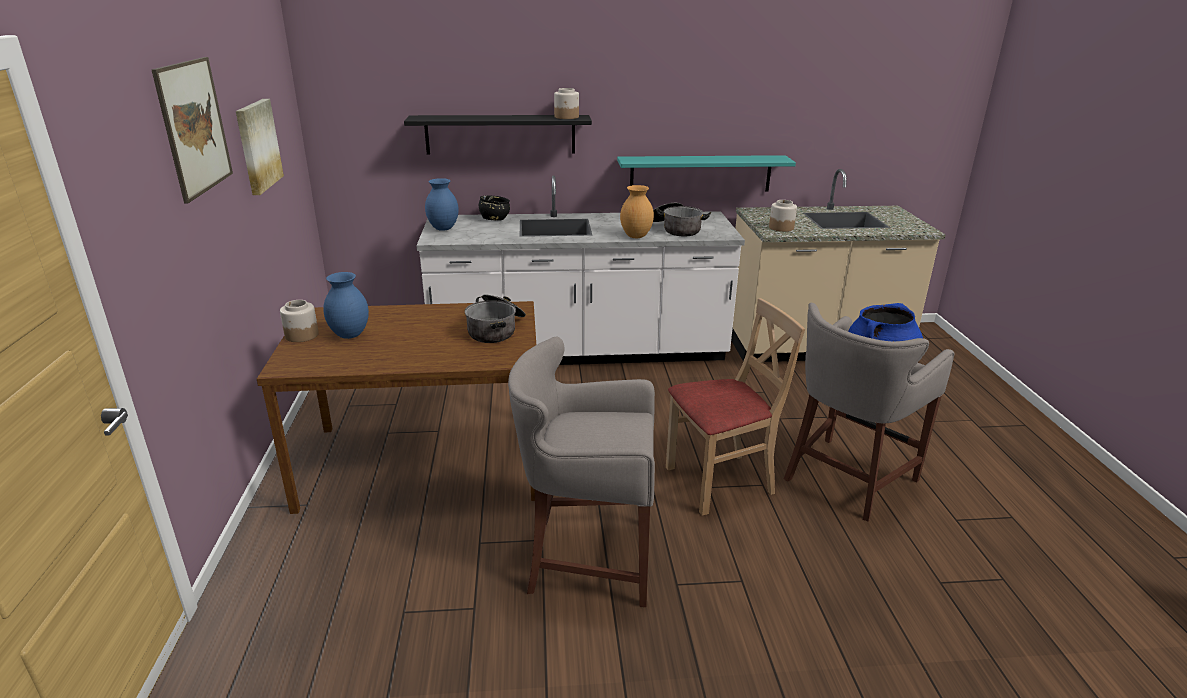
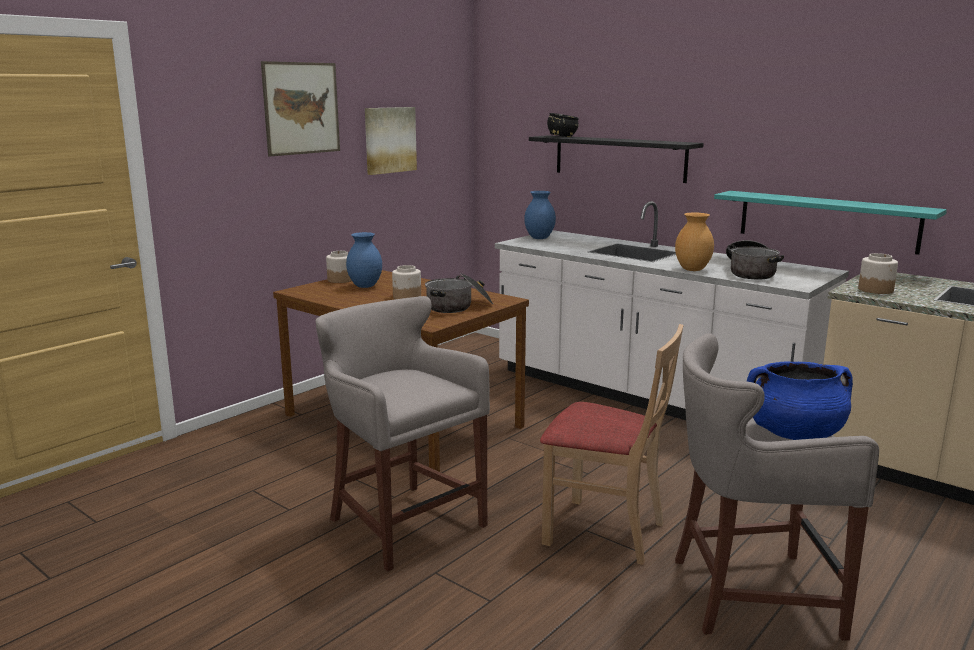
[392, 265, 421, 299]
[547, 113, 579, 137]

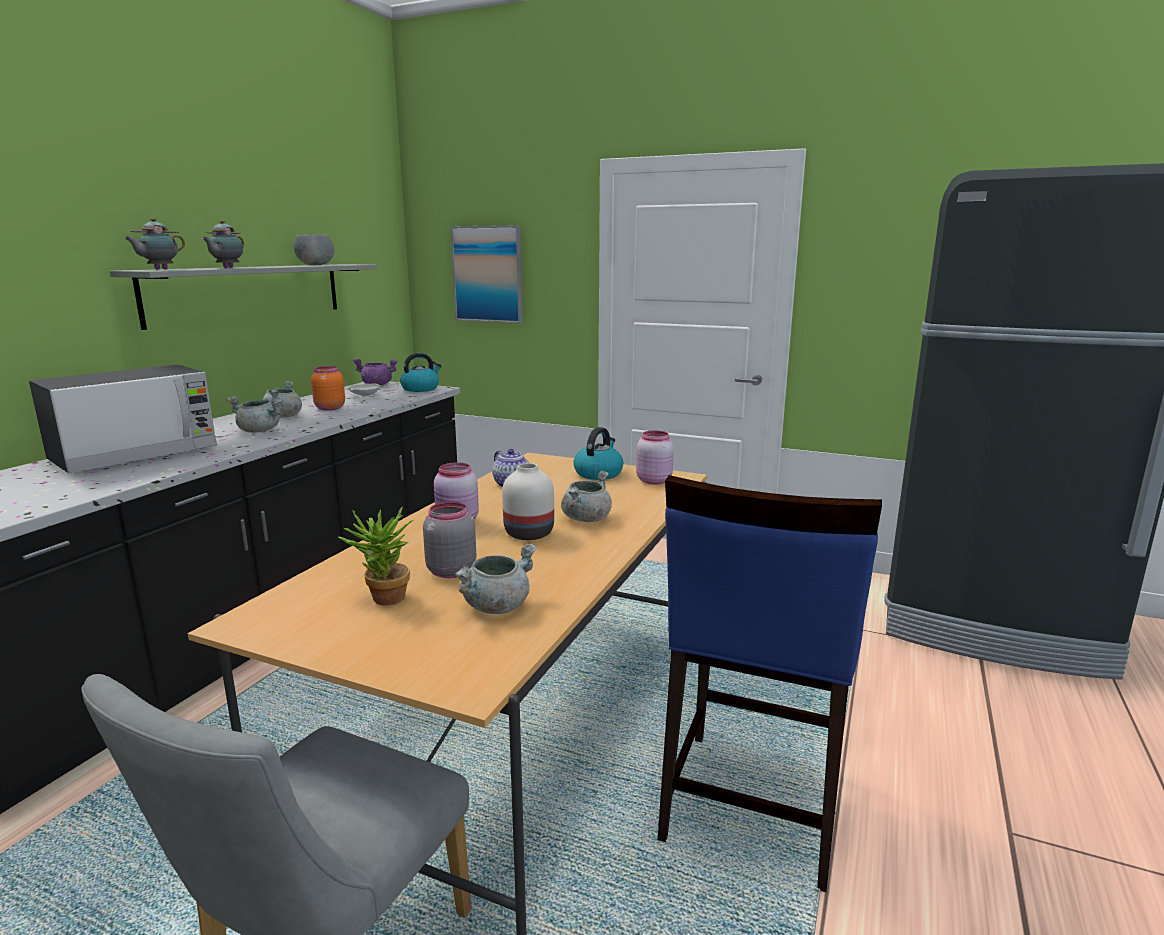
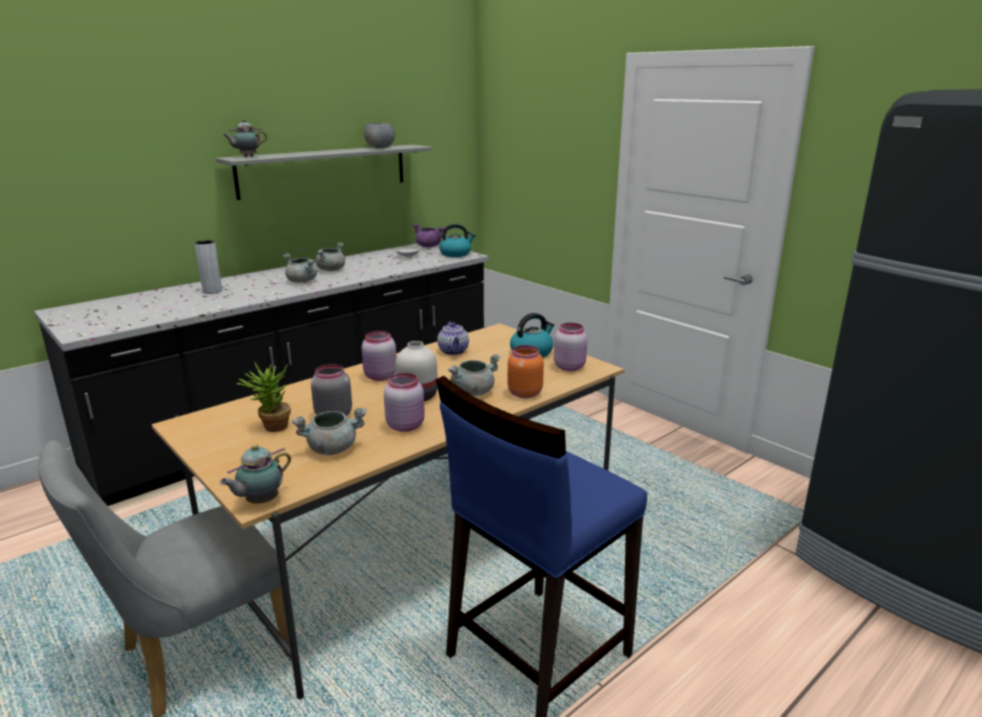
[220, 444, 291, 504]
[451, 225, 523, 323] (first image)
[195, 240, 222, 294]
[508, 345, 544, 398]
[384, 373, 425, 432]

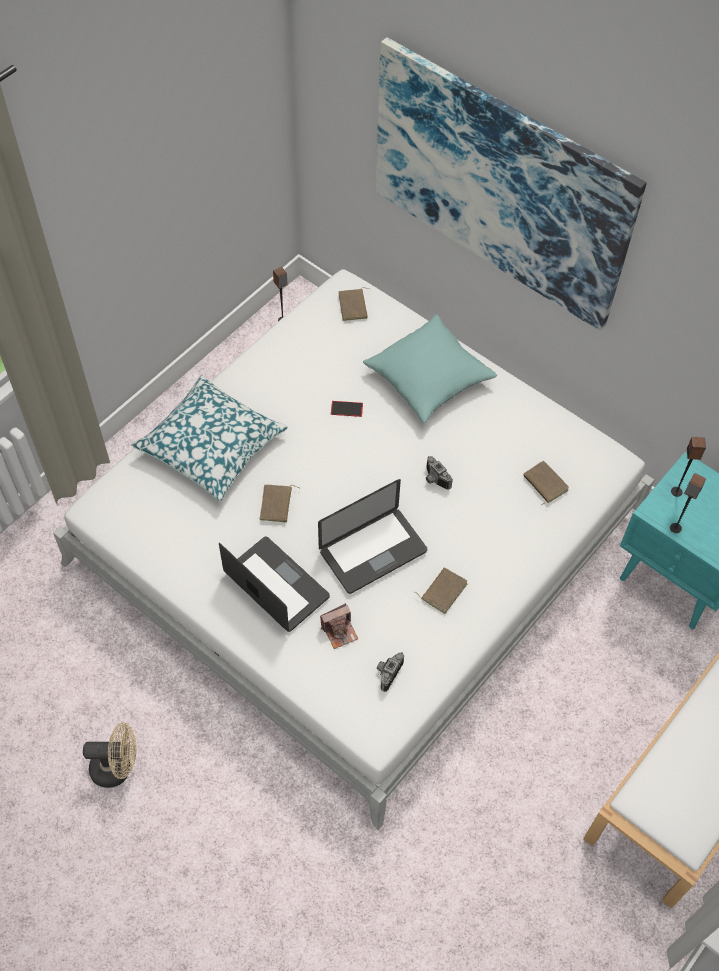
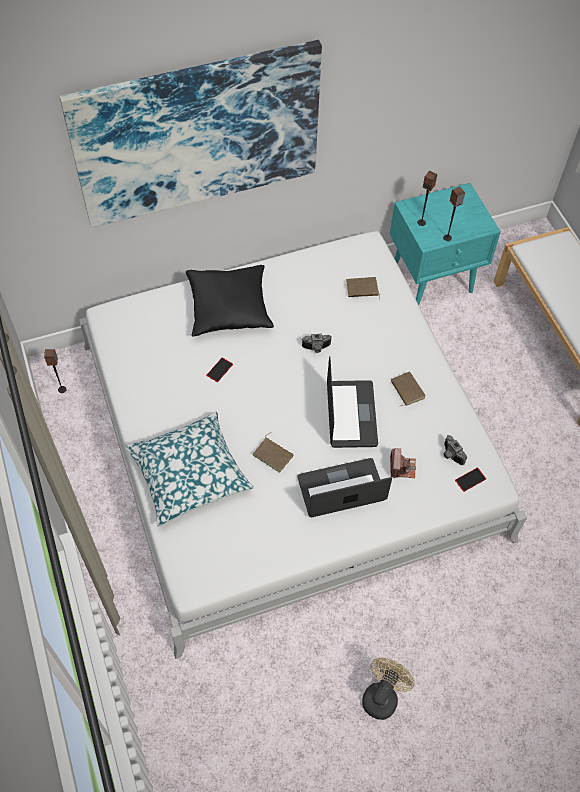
[338, 287, 370, 321] (first image)
[186, 265, 274, 337]
[455, 468, 486, 492]

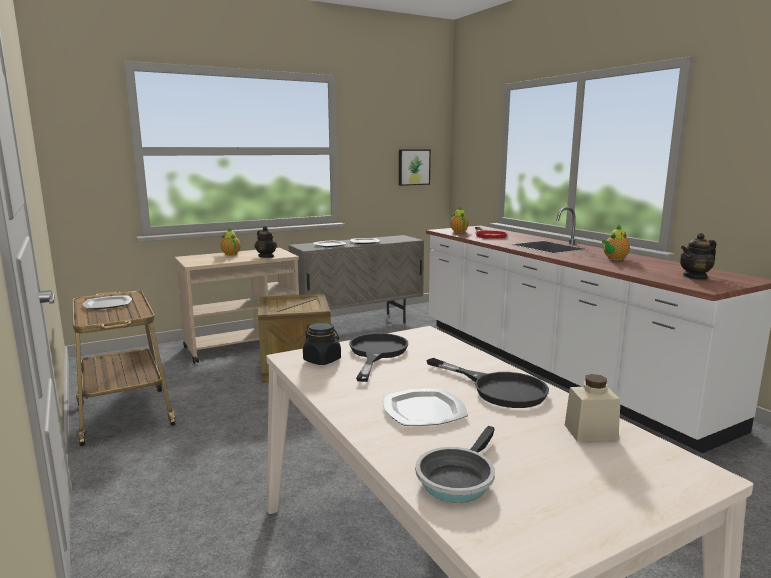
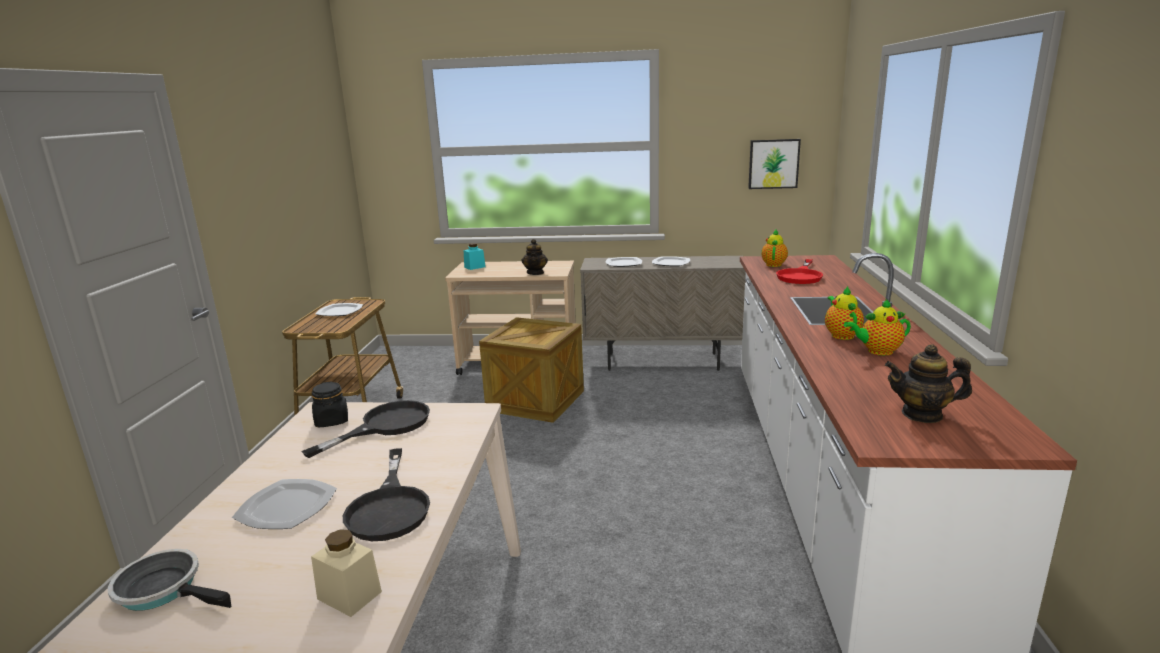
[825, 286, 864, 340]
[108, 549, 231, 611]
[464, 243, 486, 270]

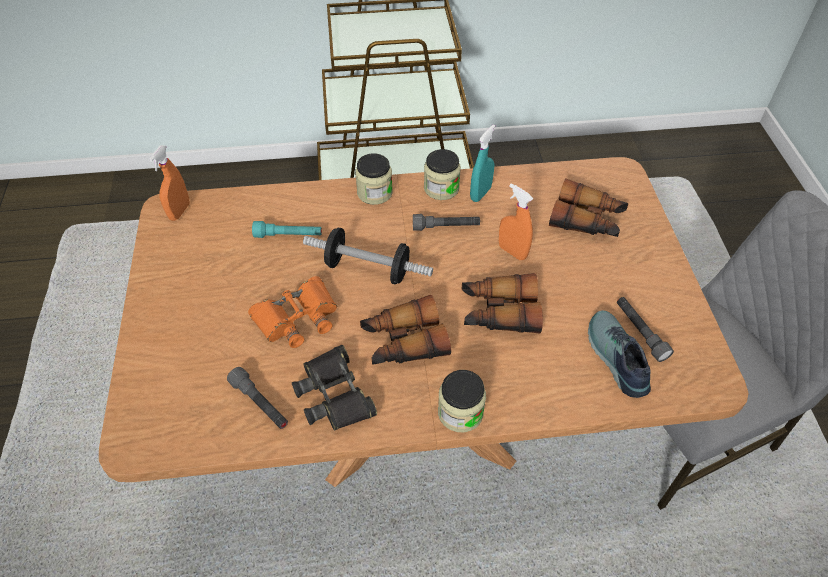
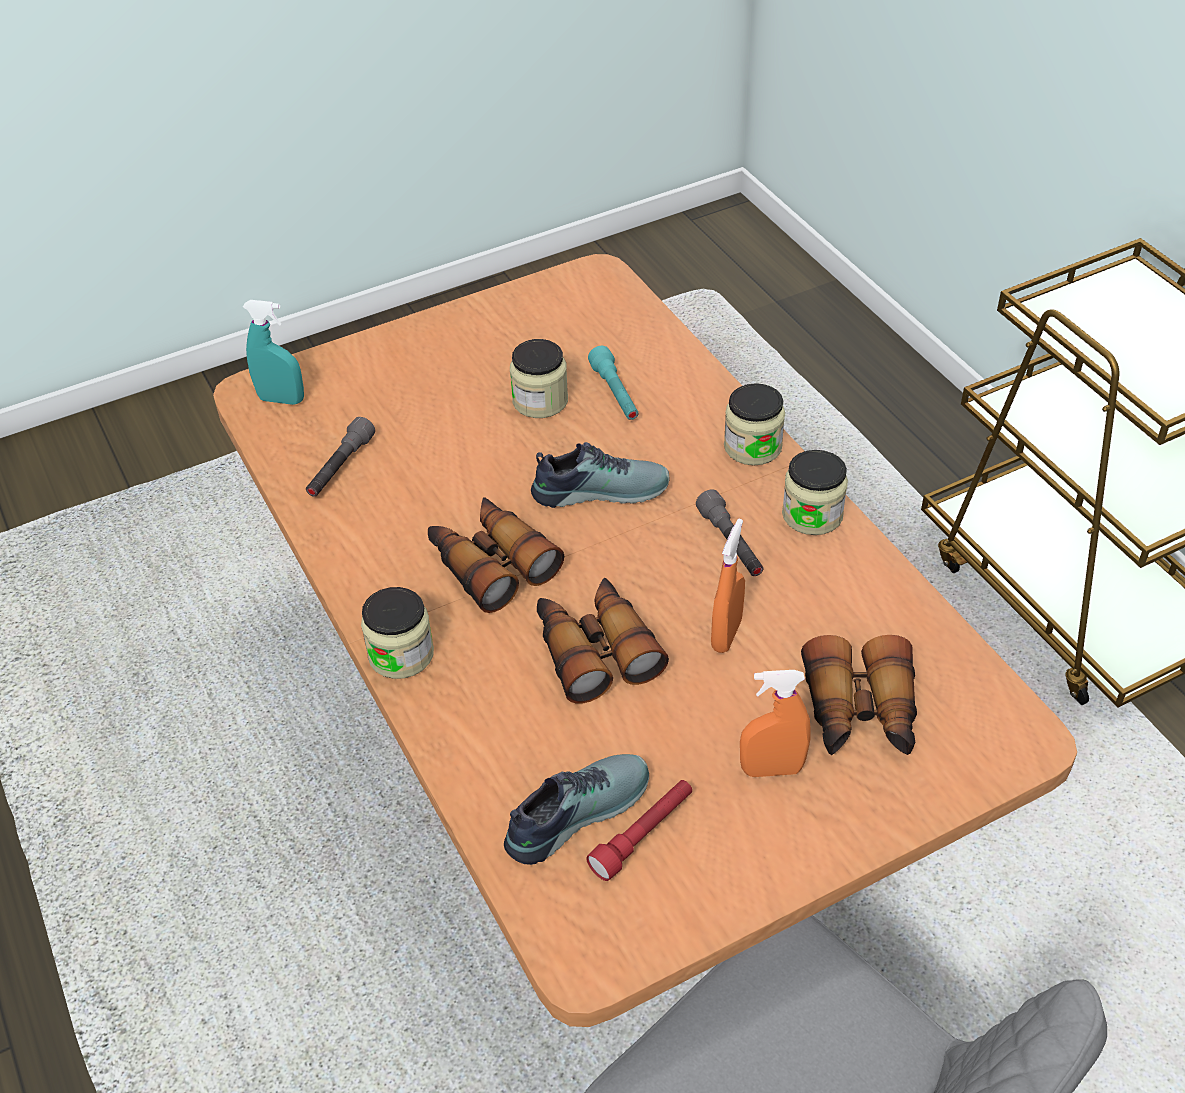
[243, 300, 304, 405]
[740, 670, 810, 777]
[531, 442, 670, 508]
[248, 276, 337, 348] (first image)
[586, 780, 692, 881]
[292, 345, 377, 430] (first image)
[510, 339, 568, 418]

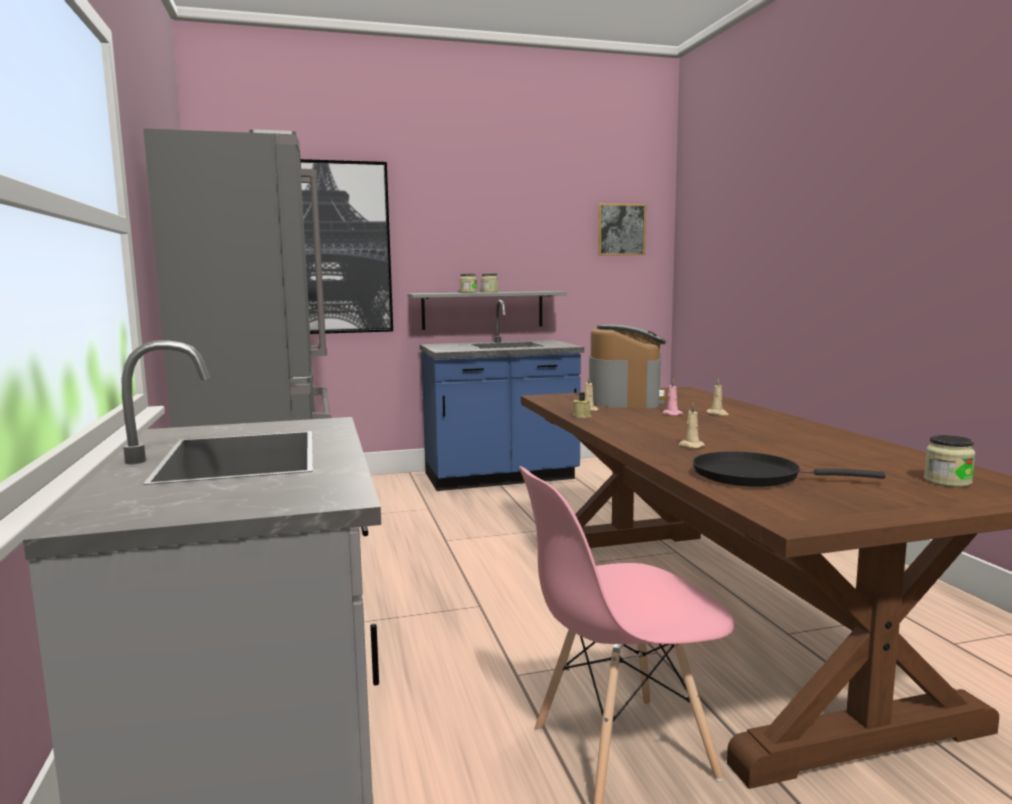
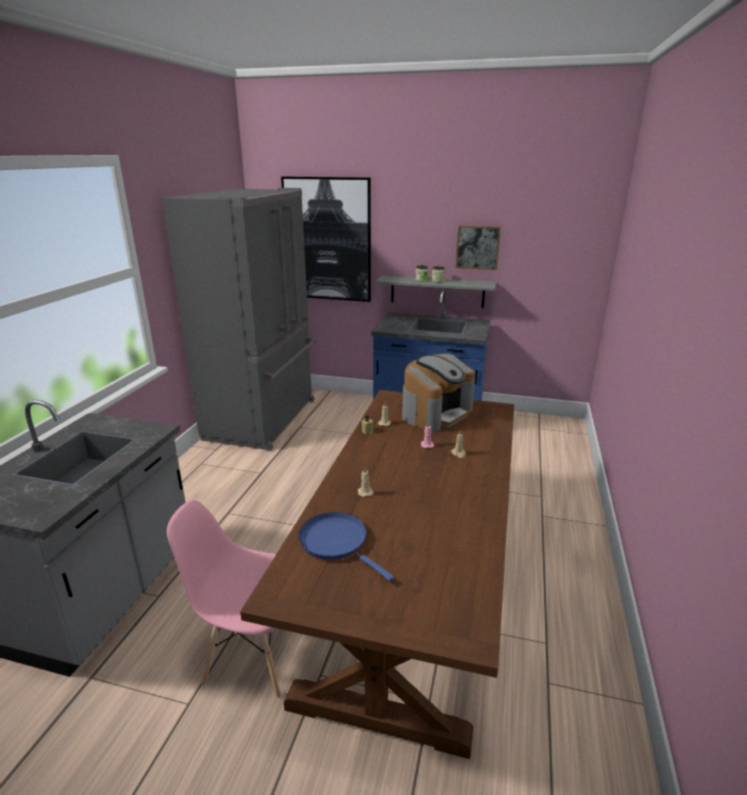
[456, 226, 501, 270]
[924, 435, 975, 487] (first image)
[298, 512, 394, 582]

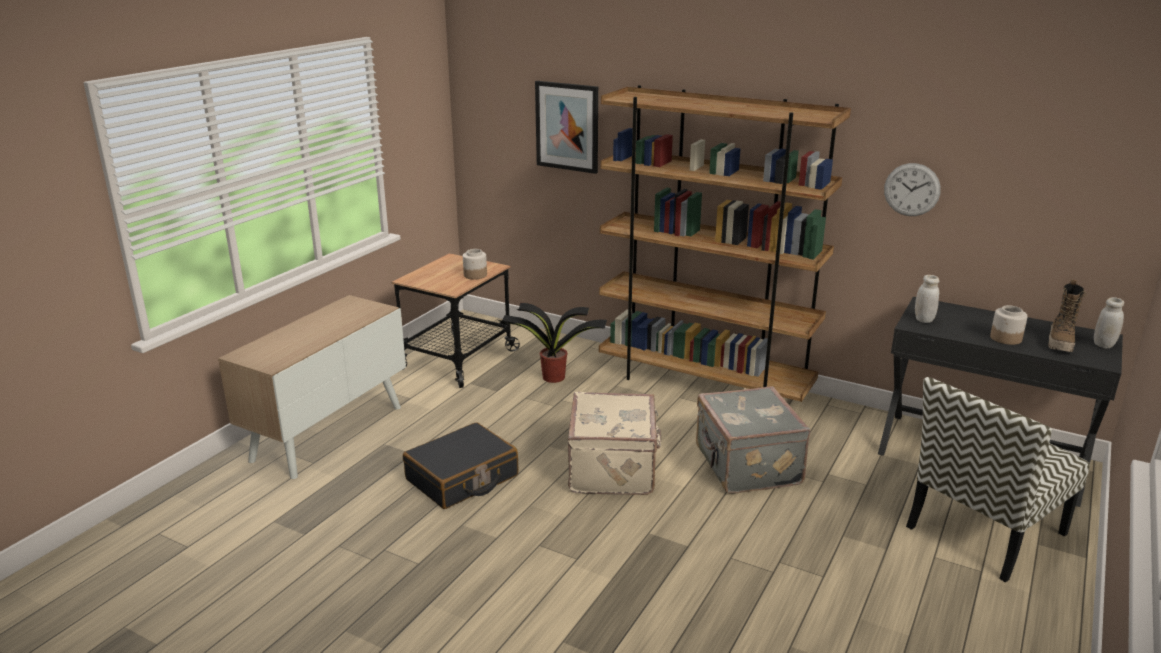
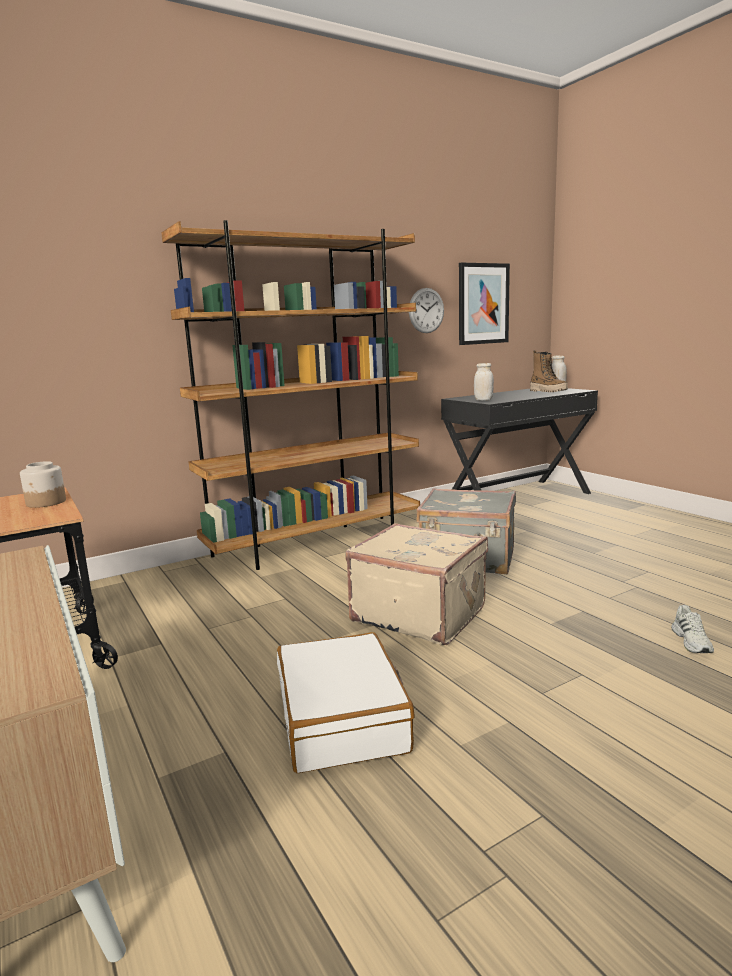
[459, 262, 510, 345]
[499, 303, 607, 383] (first image)
[990, 305, 1028, 345] (first image)
[906, 377, 1090, 582] (first image)
[277, 632, 415, 773]
[671, 605, 714, 653]

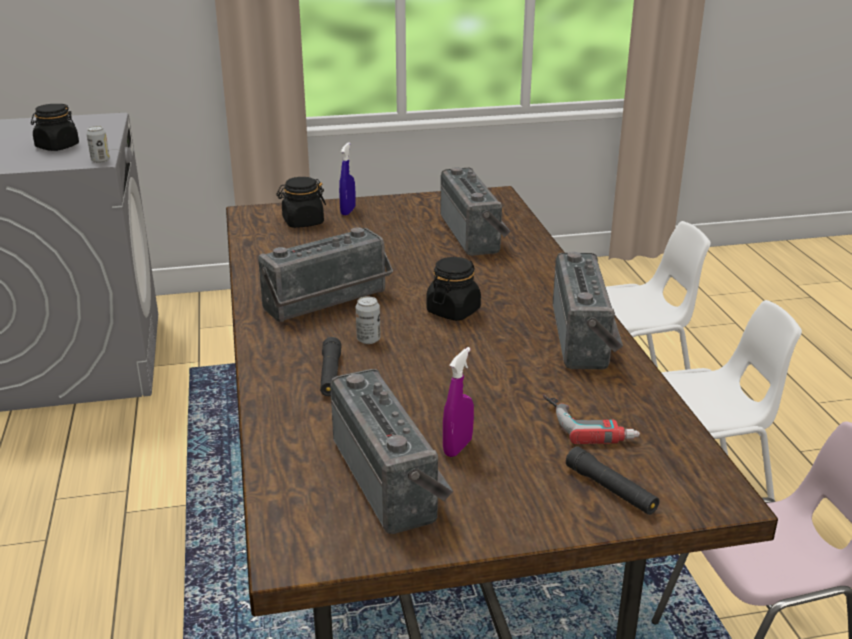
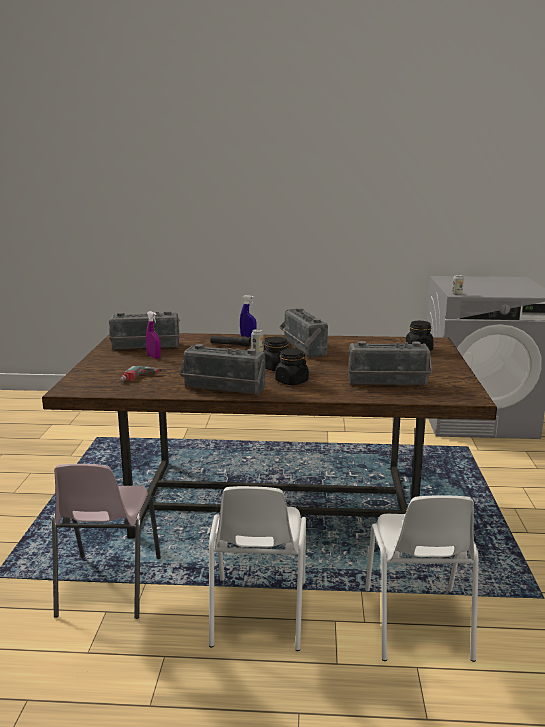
[275, 348, 309, 385]
[240, 295, 257, 338]
[566, 446, 659, 515] (first image)

